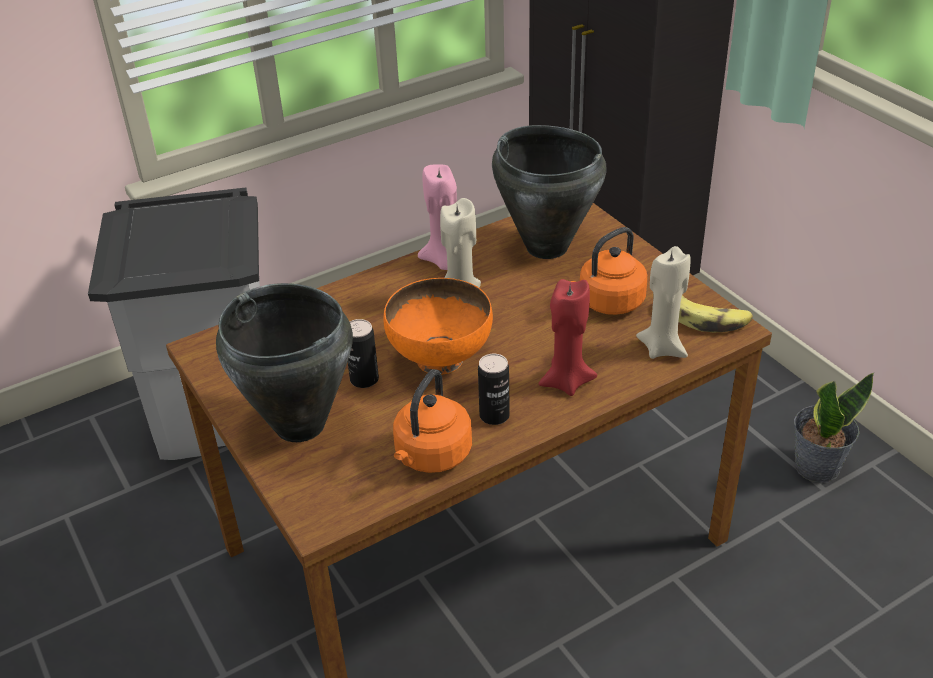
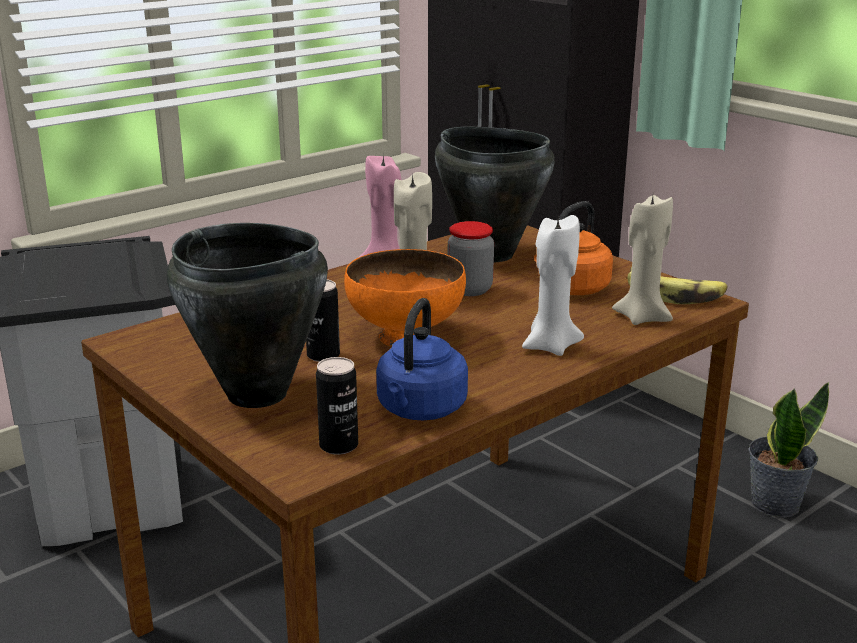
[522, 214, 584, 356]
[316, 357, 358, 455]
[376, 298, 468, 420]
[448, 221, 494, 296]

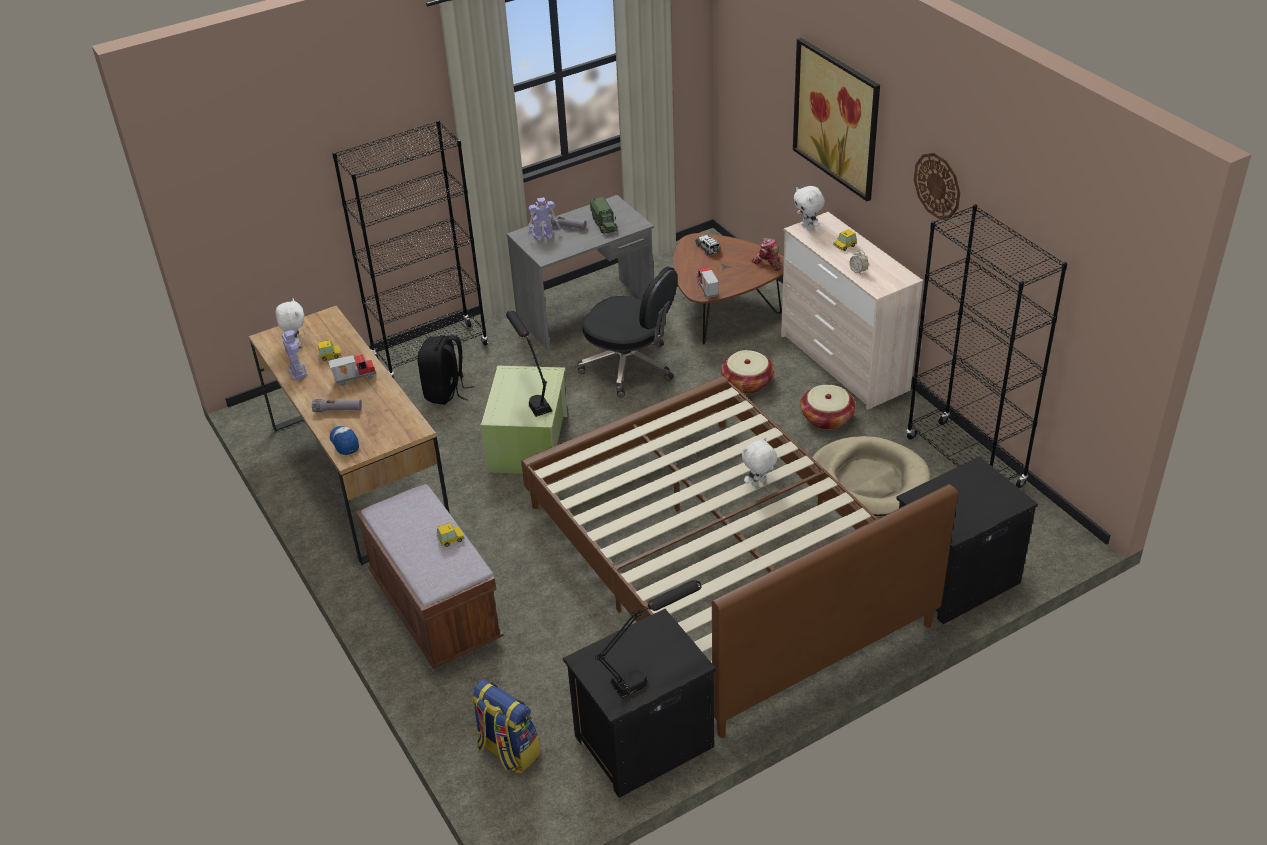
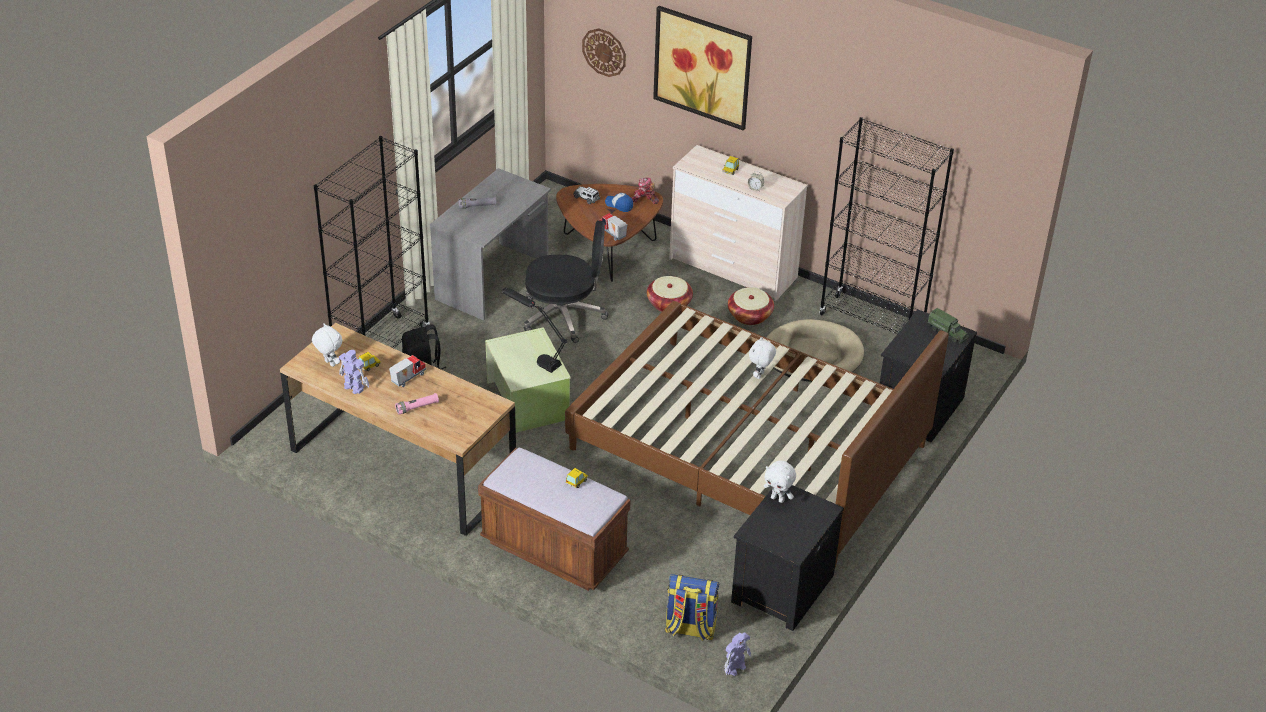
[582, 28, 626, 77]
[764, 461, 796, 503]
[724, 632, 751, 676]
[928, 308, 969, 343]
[395, 393, 439, 414]
[605, 193, 633, 212]
[595, 580, 701, 698] (first image)

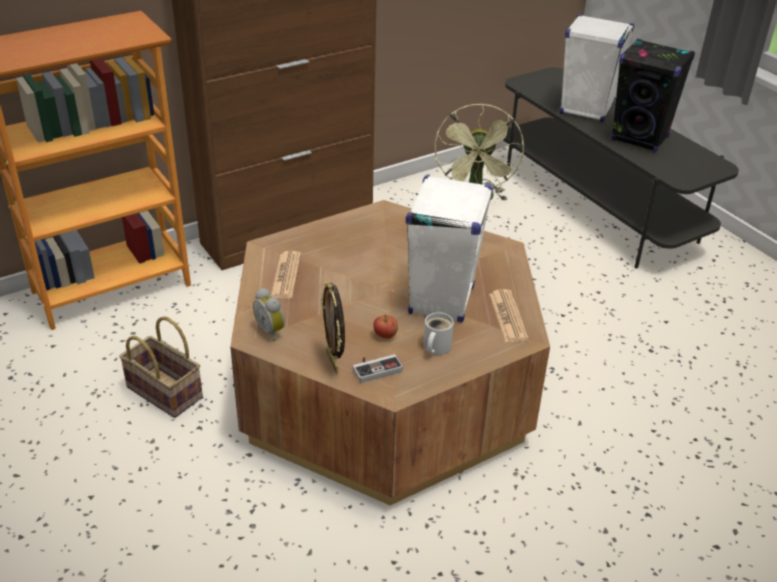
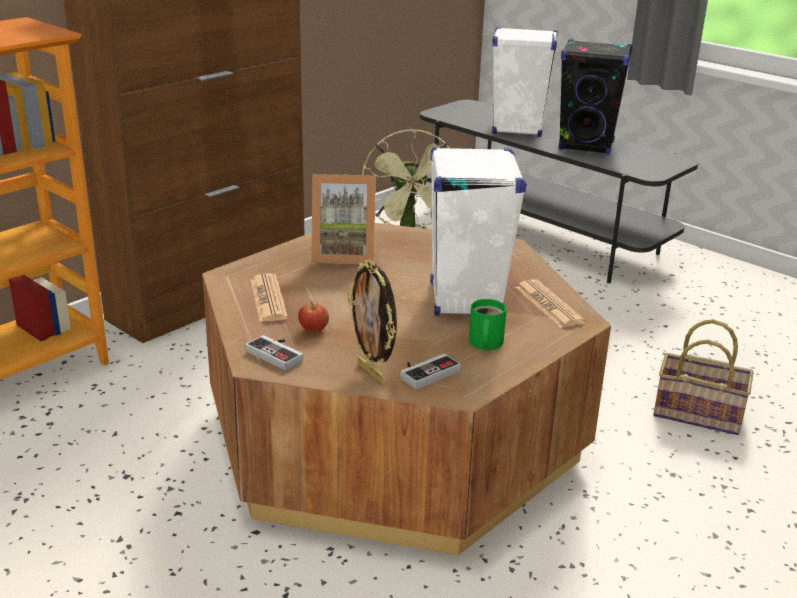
[246, 335, 303, 371]
[469, 299, 506, 350]
[298, 301, 329, 332]
[654, 319, 754, 435]
[311, 174, 376, 264]

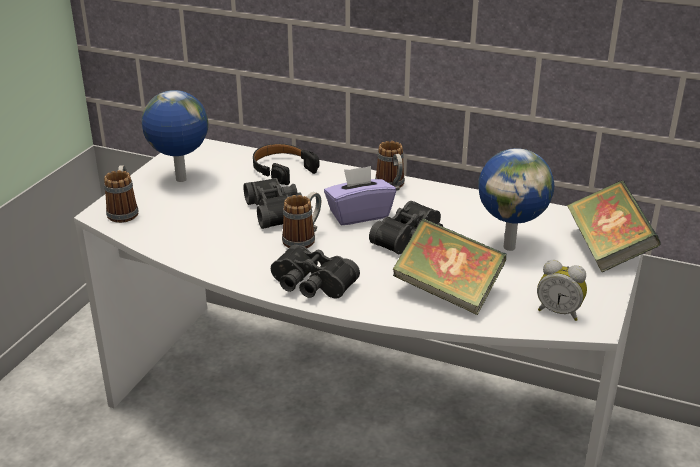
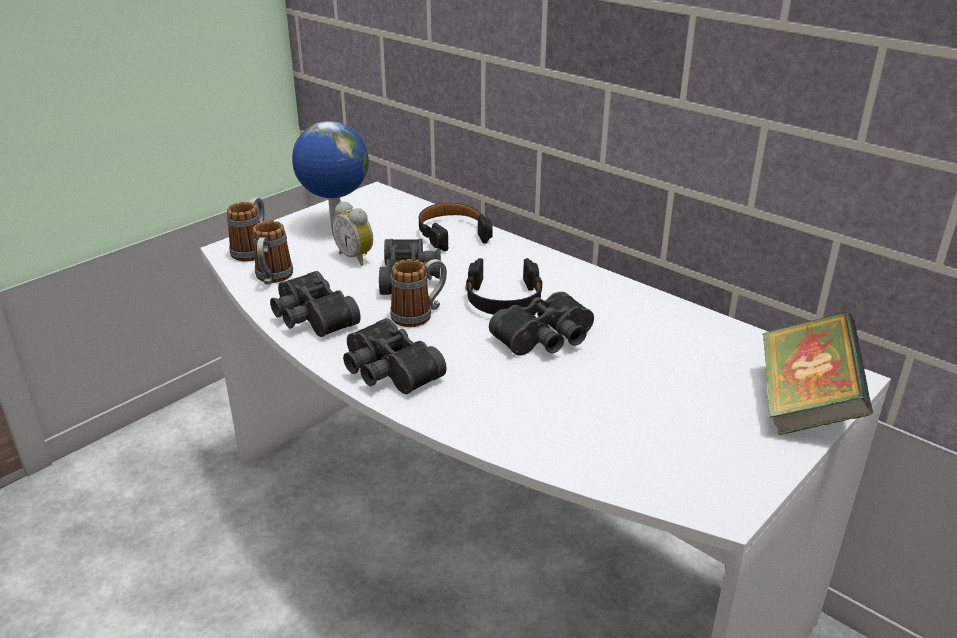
[253, 221, 293, 284]
[478, 148, 554, 251] (first image)
[466, 258, 542, 315]
[393, 218, 506, 315] (first image)
[332, 201, 373, 266]
[270, 271, 361, 337]

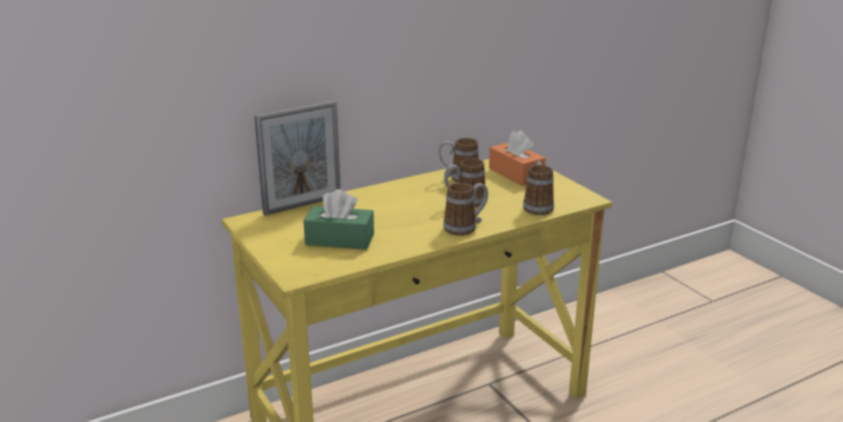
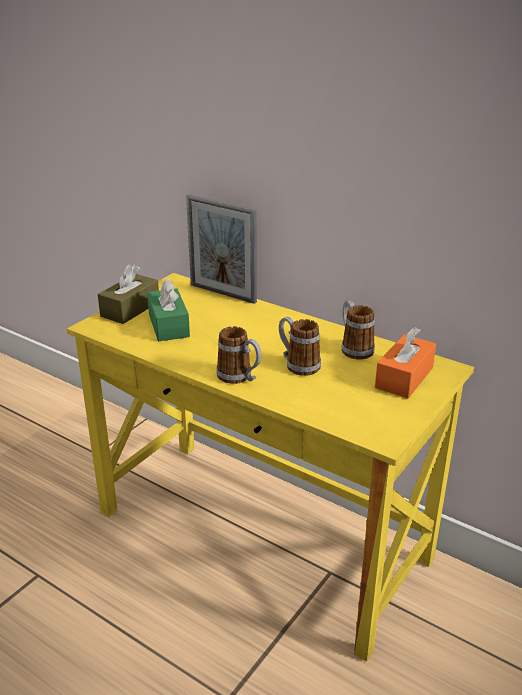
[523, 161, 554, 215] (first image)
[98, 265, 159, 324]

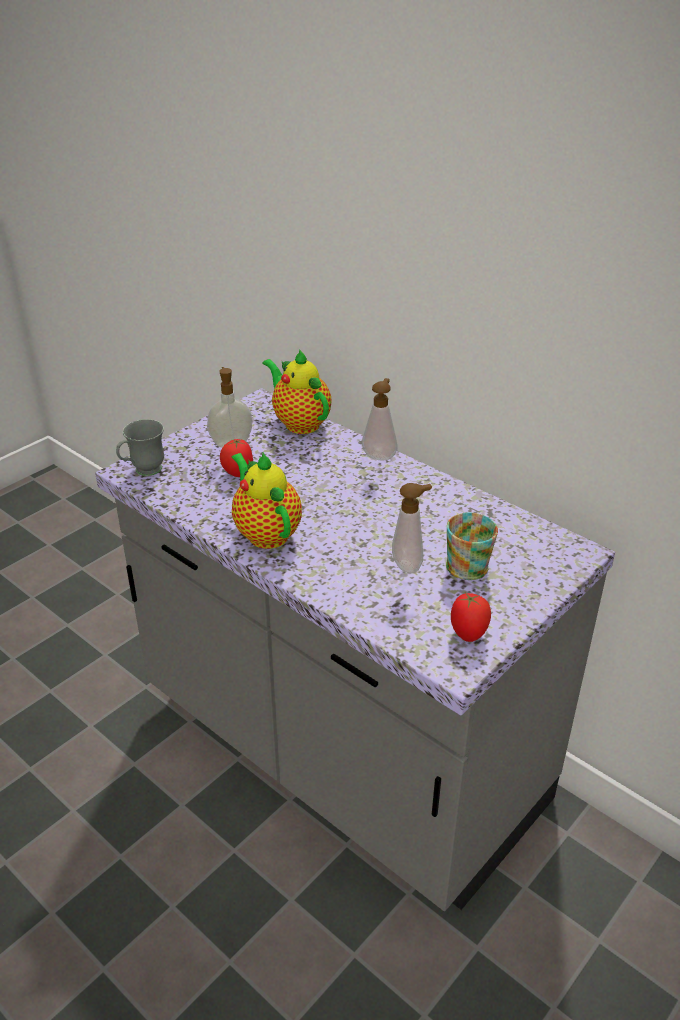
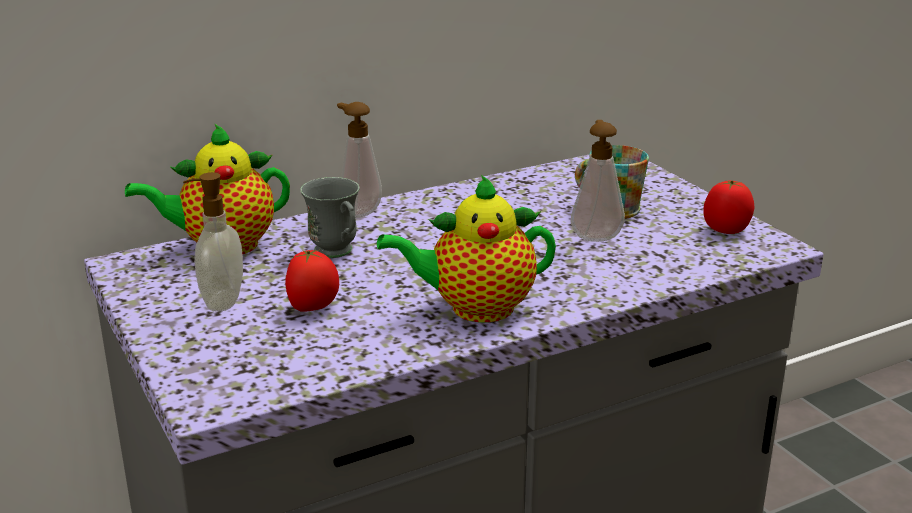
[300, 177, 359, 258]

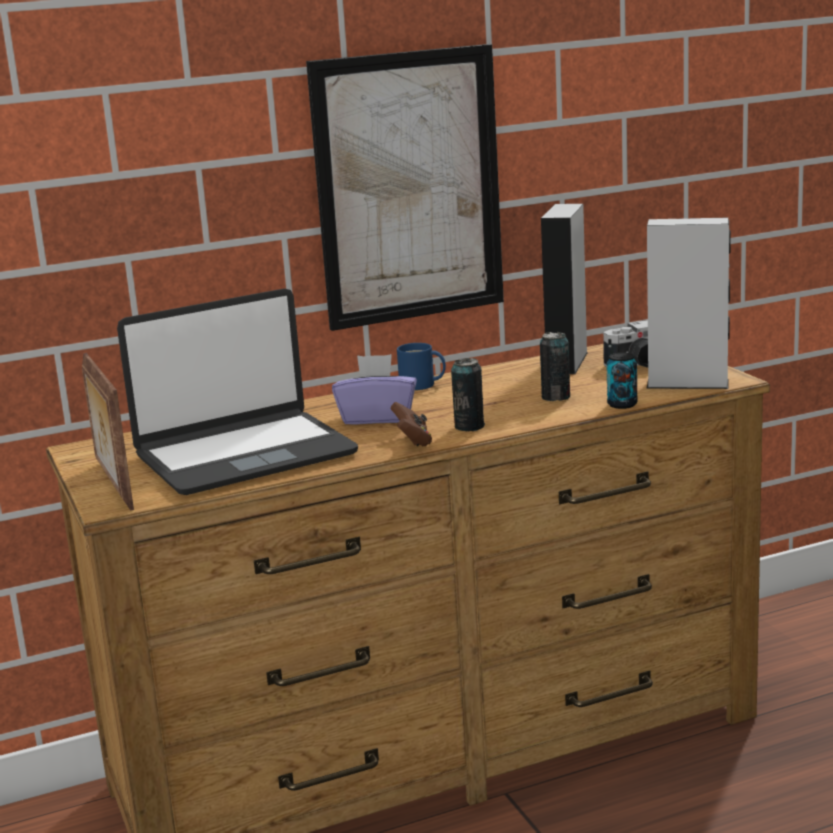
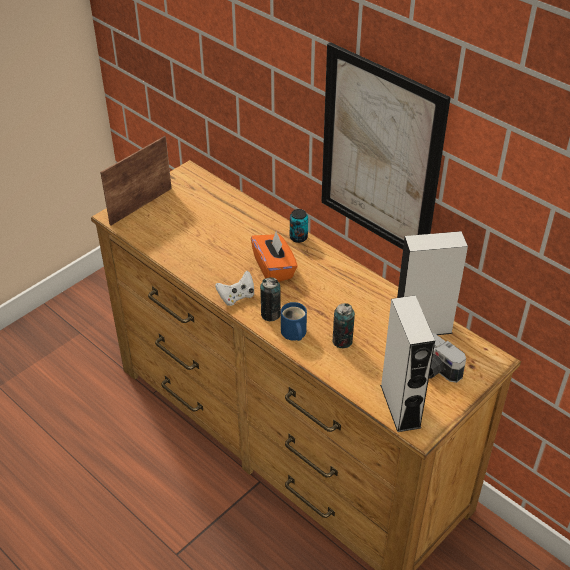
[117, 288, 358, 495] (first image)
[281, 302, 307, 341]
[290, 209, 308, 243]
[251, 231, 298, 282]
[215, 271, 255, 306]

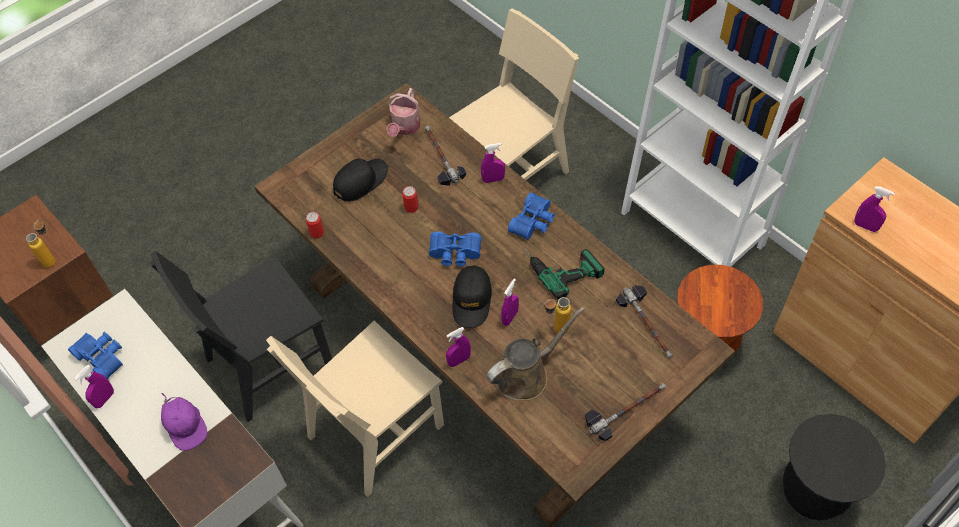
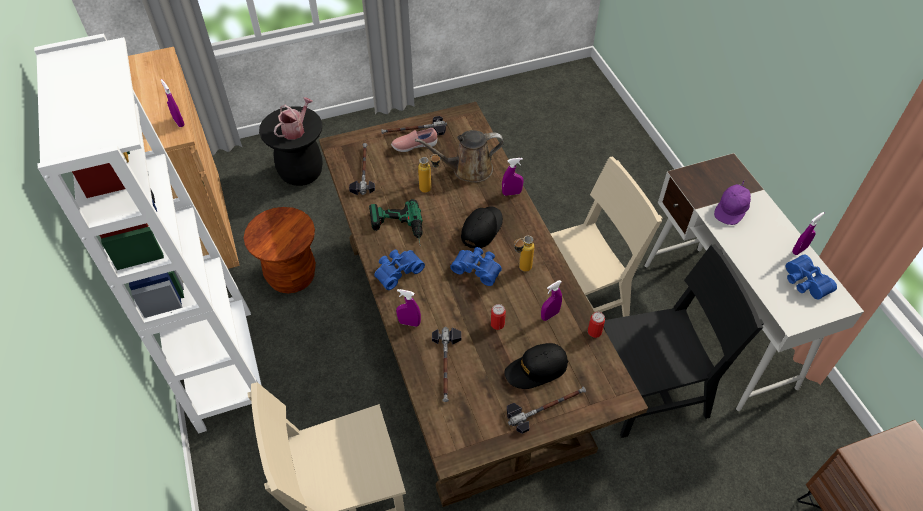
[274, 97, 313, 140]
[514, 236, 534, 272]
[541, 280, 562, 321]
[714, 180, 751, 225]
[391, 128, 437, 152]
[507, 386, 586, 434]

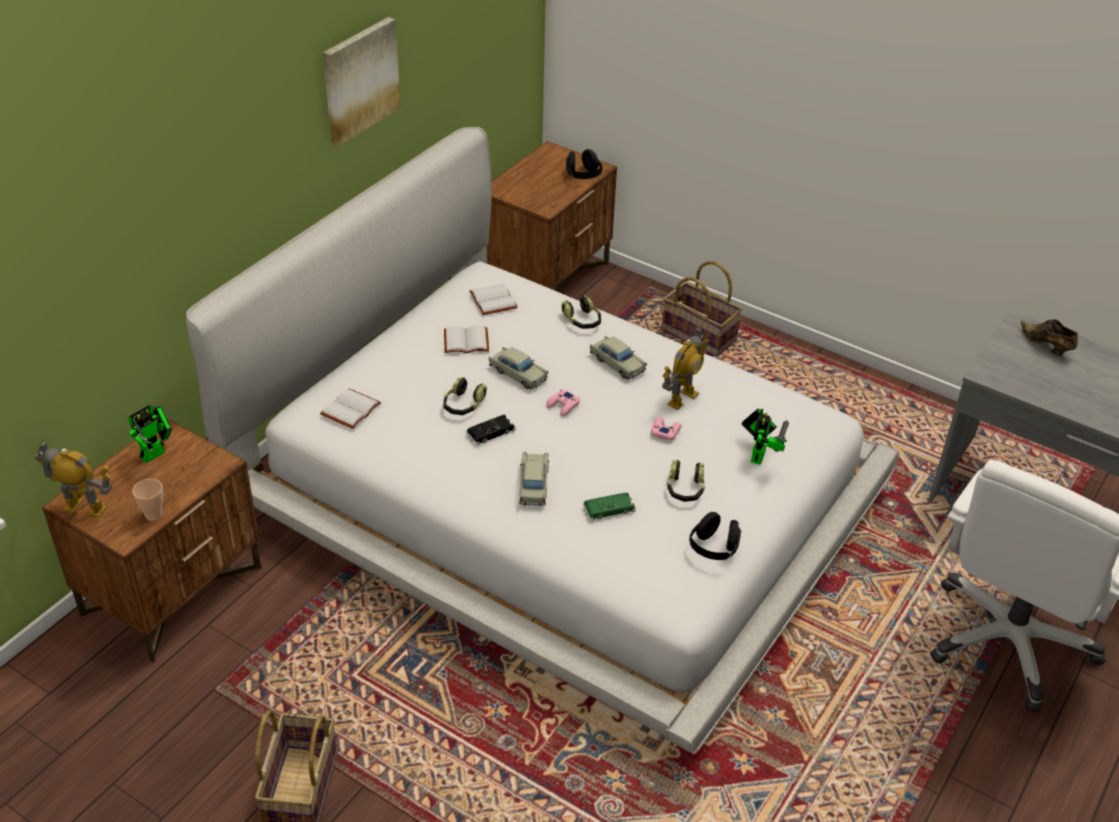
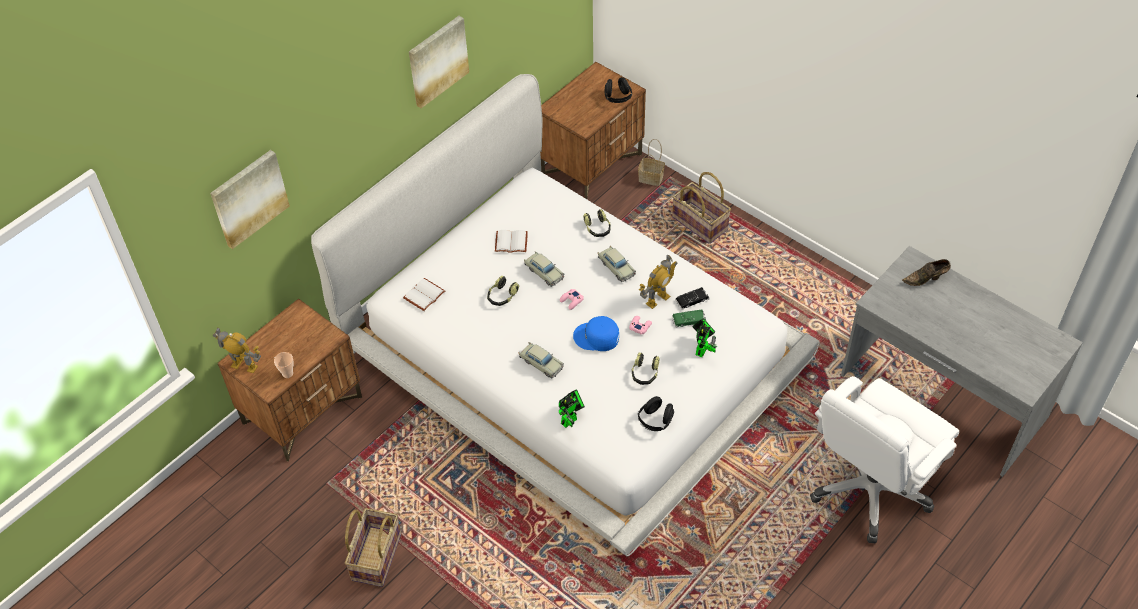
[469, 284, 518, 315] (first image)
[902, 259, 951, 286]
[559, 389, 585, 428]
[675, 287, 709, 310]
[519, 342, 564, 379]
[672, 310, 707, 328]
[638, 139, 665, 186]
[210, 150, 290, 249]
[573, 316, 619, 351]

